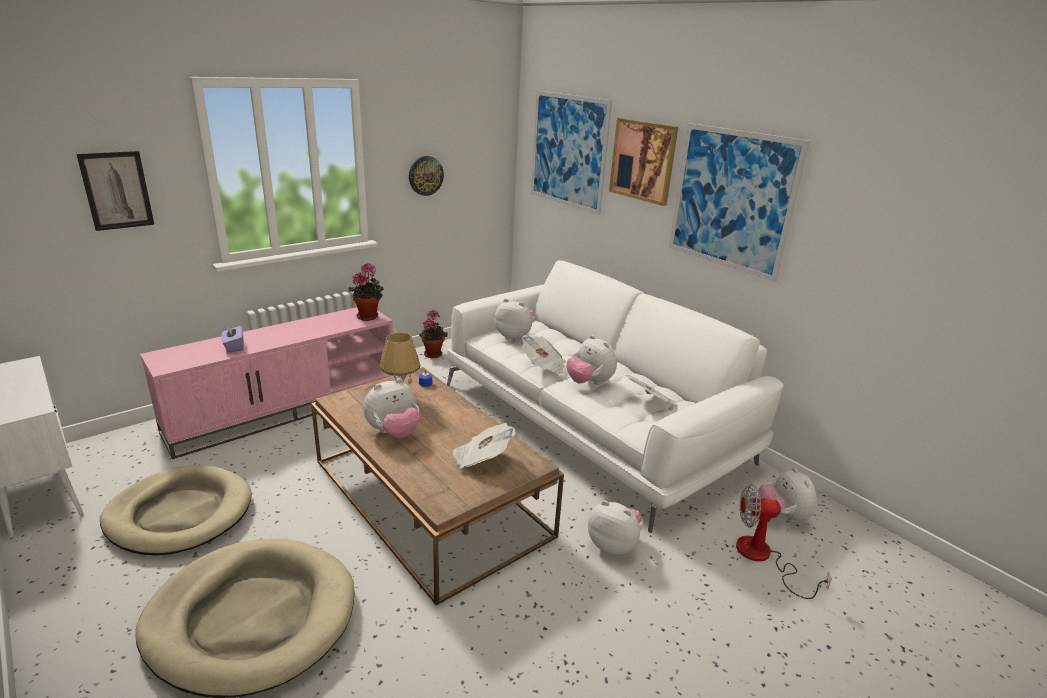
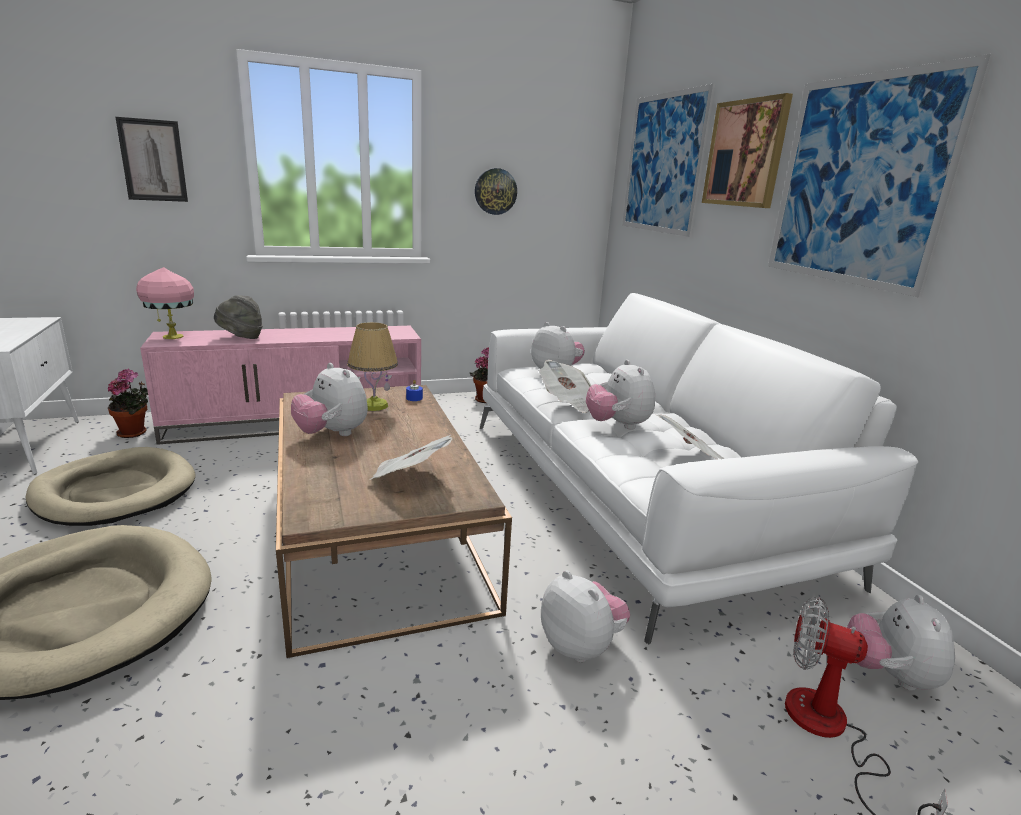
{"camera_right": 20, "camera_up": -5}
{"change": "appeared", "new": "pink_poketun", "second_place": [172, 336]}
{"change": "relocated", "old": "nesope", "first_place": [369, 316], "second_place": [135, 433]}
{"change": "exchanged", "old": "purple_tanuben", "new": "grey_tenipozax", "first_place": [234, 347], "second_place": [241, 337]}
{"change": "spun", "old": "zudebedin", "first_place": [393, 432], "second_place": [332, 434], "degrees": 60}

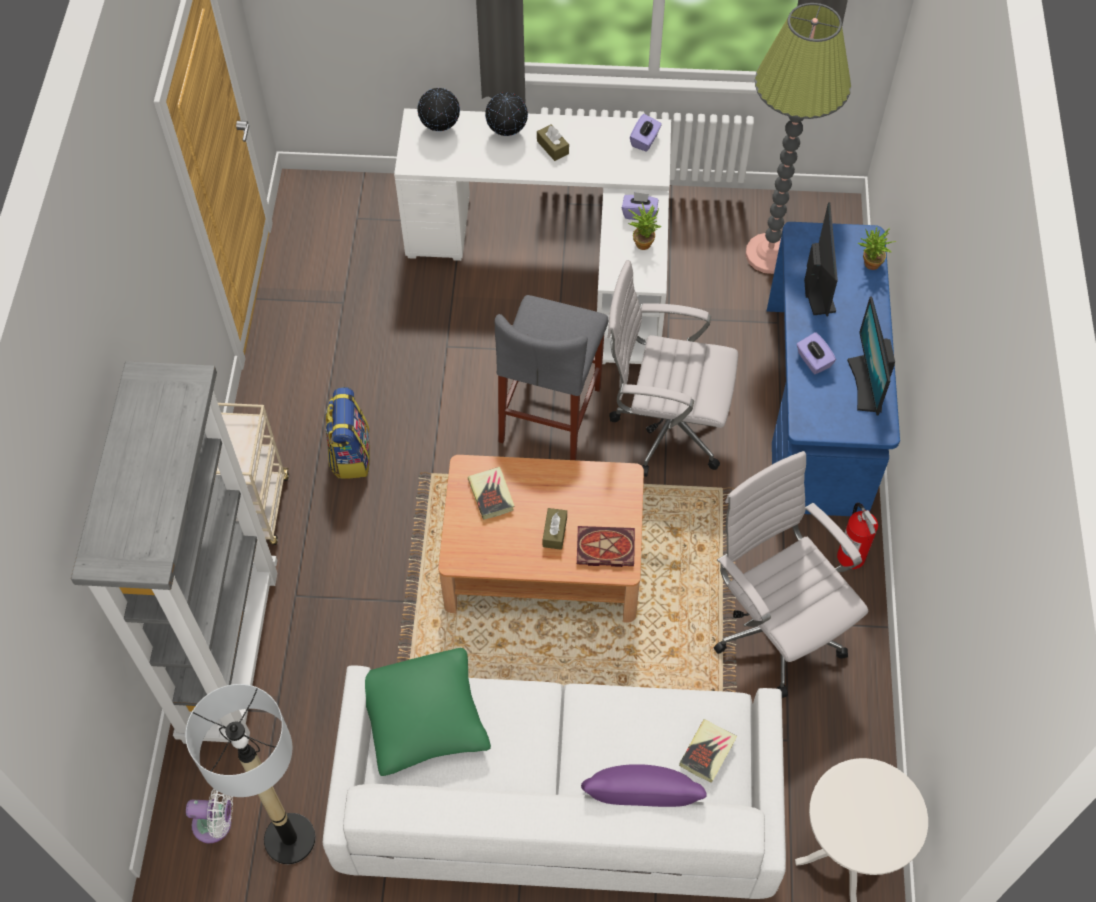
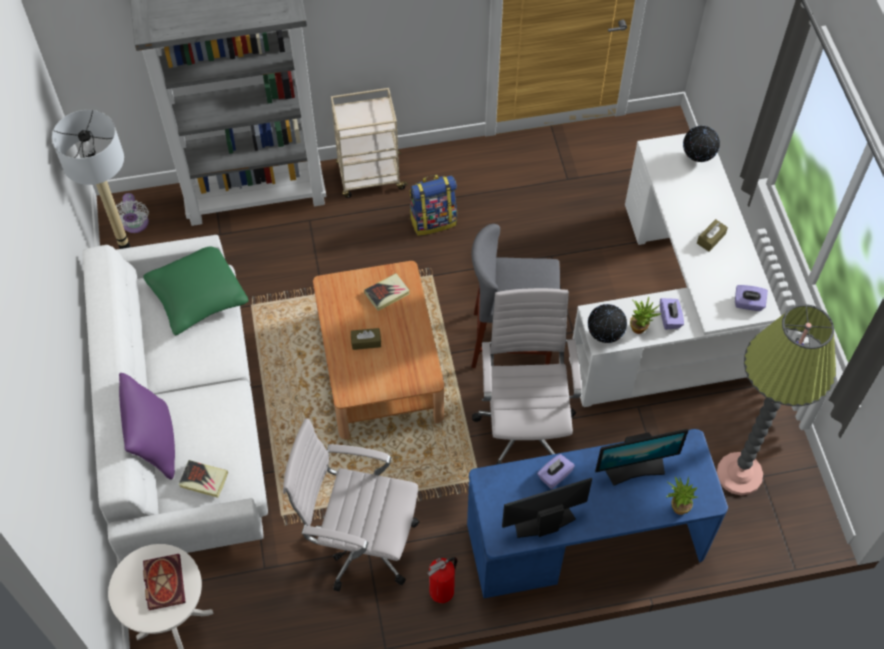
{"camera_right": 75, "camera_up": 0}
{"change": "relocated", "old": "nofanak", "first_place": [507, 133], "second_place": [604, 336]}
{"change": "relocated", "old": "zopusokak", "first_place": [604, 548], "second_place": [163, 581]}
{"change": "spun", "old": "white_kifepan", "first_place": [775, 628], "second_place": [359, 542], "degrees": -120}

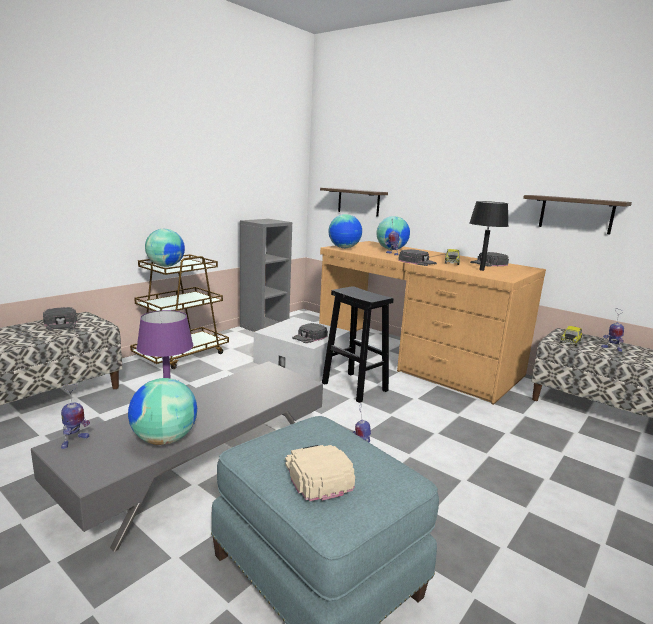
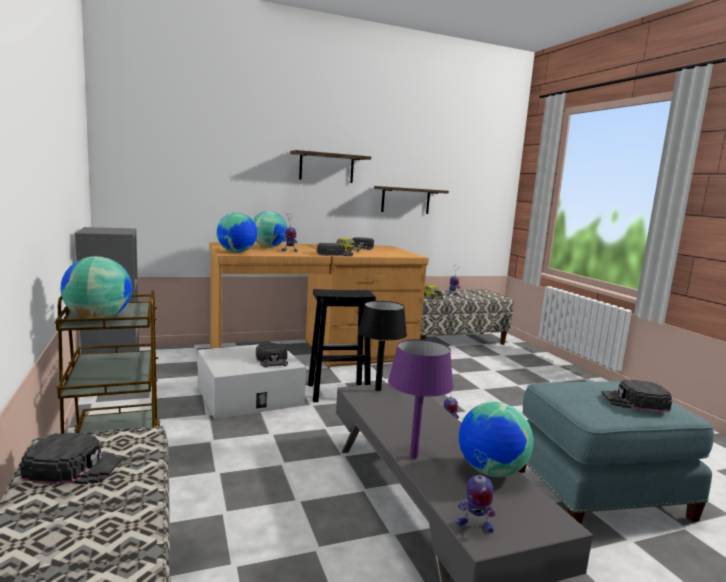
{"camera_right": -60, "camera_up": -5}
{"change": "relocated", "old": "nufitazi", "first_place": [358, 202], "second_place": [326, 167]}
{"change": "relocated", "old": "black_poketun", "first_place": [481, 270], "second_place": [378, 390]}
{"change": "colour", "old": "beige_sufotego", "new": "black_sufotego", "first_place": [316, 474], "second_place": [635, 401]}
{"change": "spun", "old": "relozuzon", "first_place": [74, 442], "second_place": [473, 526], "degrees": 135}

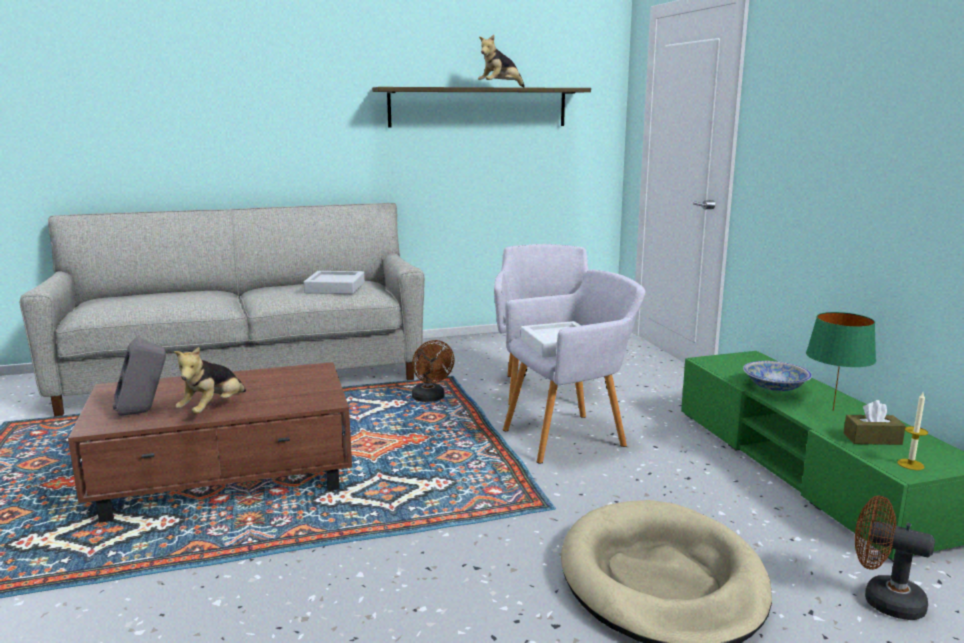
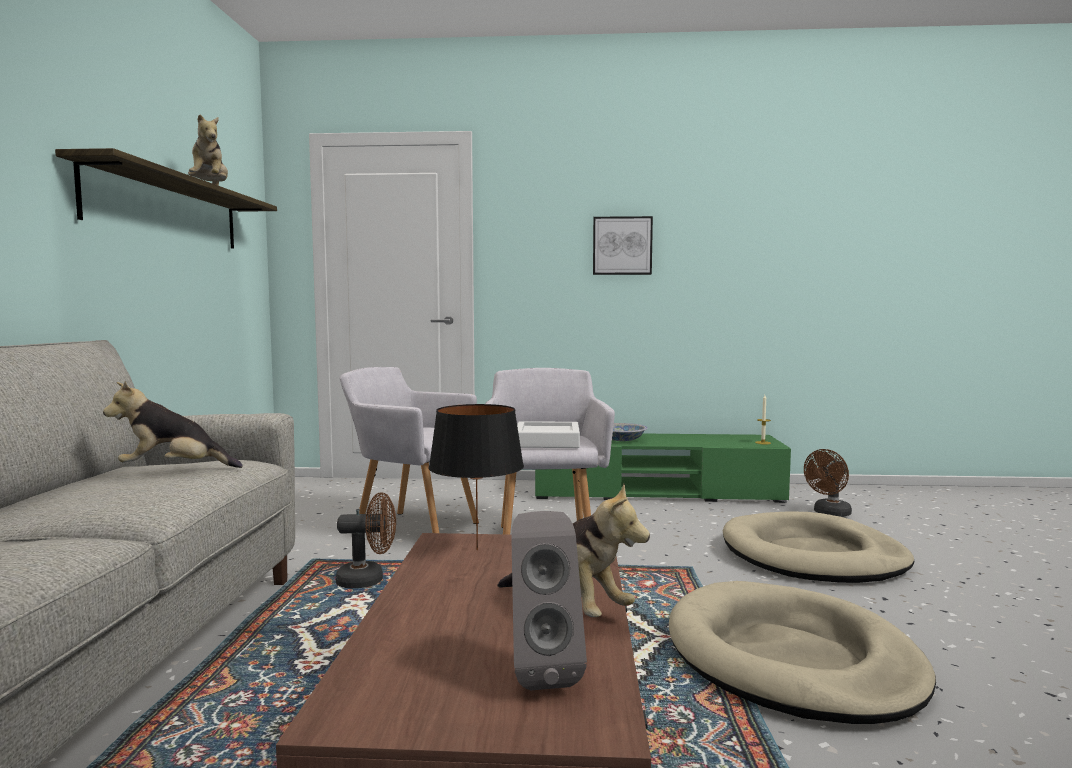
{"camera_right": -70, "camera_up": -10}
{"change": "missing", "old": "green_poketun", "first_place": [833, 411]}
{"change": "missing", "old": "brown_tanuben", "first_place": [872, 439]}
{"change": "appeared", "new": "black_poketun", "second_place": [476, 550]}
{"change": "appeared", "new": "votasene", "second_place": [622, 246]}
{"change": "appeared", "new": "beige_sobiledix", "second_place": [790, 659]}
{"change": "exchanged", "old": "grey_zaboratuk", "new": "zudebedin", "first_place": [335, 288], "second_place": [174, 470]}

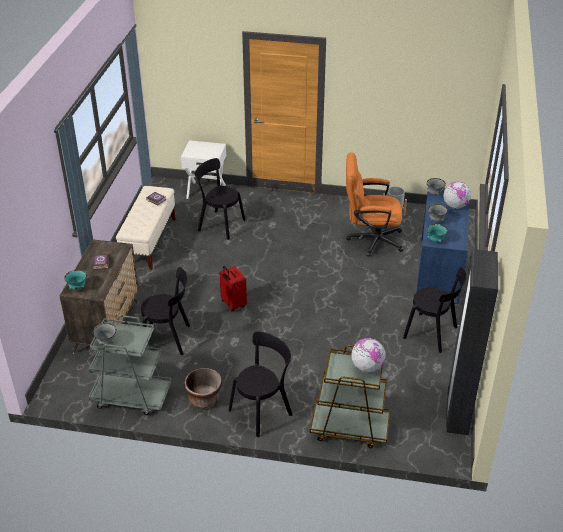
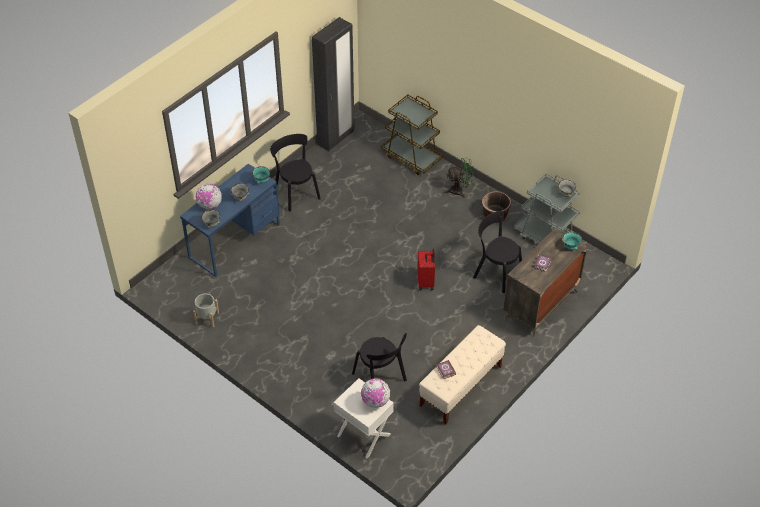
{"camera_right": -150, "camera_up": 10}
{"change": "missing", "old": "orange_kifepan", "first_place": [370, 240]}
{"change": "relocated", "old": "nofanak", "first_place": [367, 367], "second_place": [375, 401]}
{"change": "exchanged", "old": "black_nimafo", "new": "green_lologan", "first_place": [262, 410], "second_place": [460, 190]}

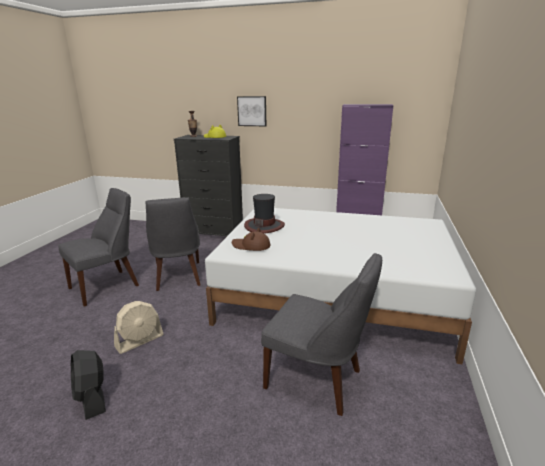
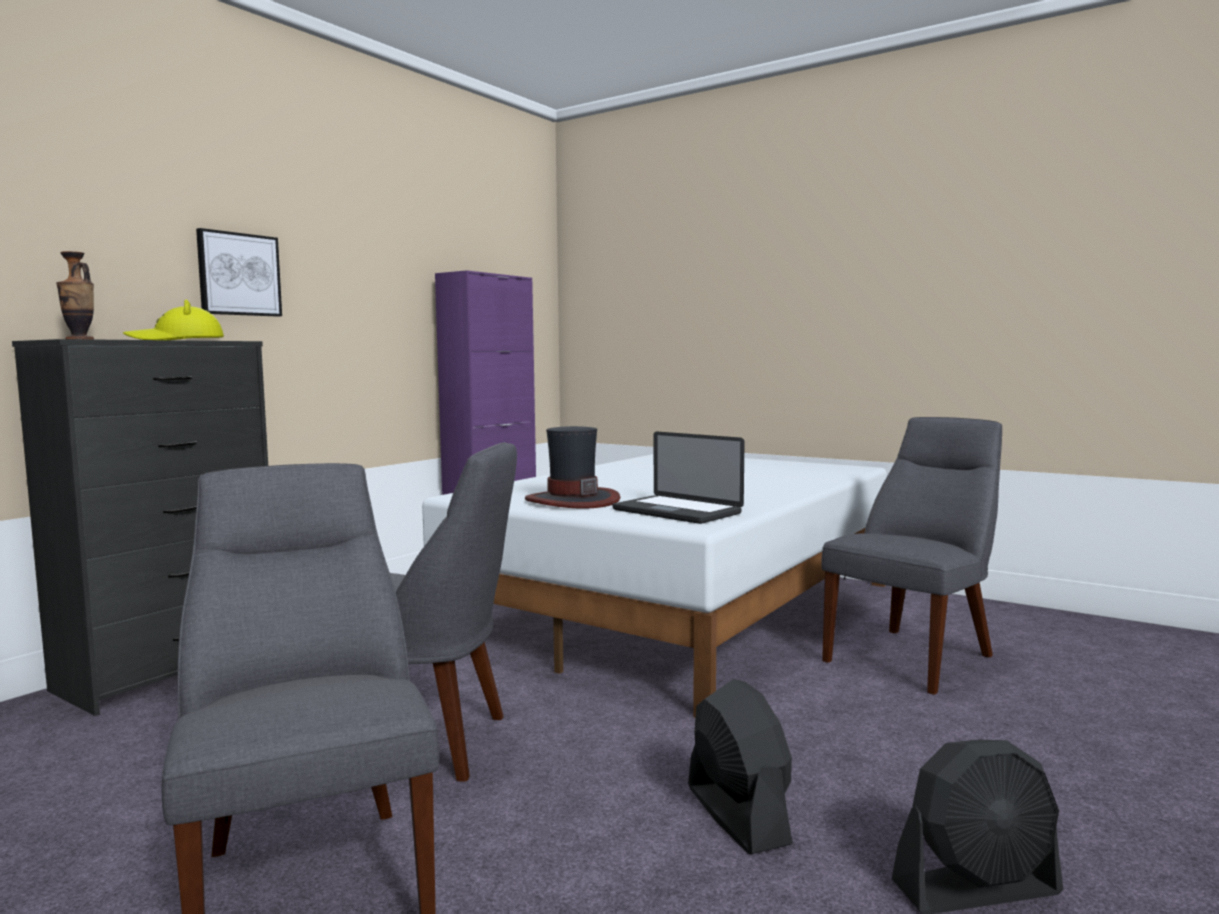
{"camera_right": -70, "camera_up": -15}
{"change": "exchanged", "old": "brown_tenipozax", "new": "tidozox", "first_place": [251, 246], "second_place": [676, 511]}
{"change": "colour", "old": "beige_lologan", "new": "black_lologan", "first_place": [139, 340], "second_place": [737, 814]}

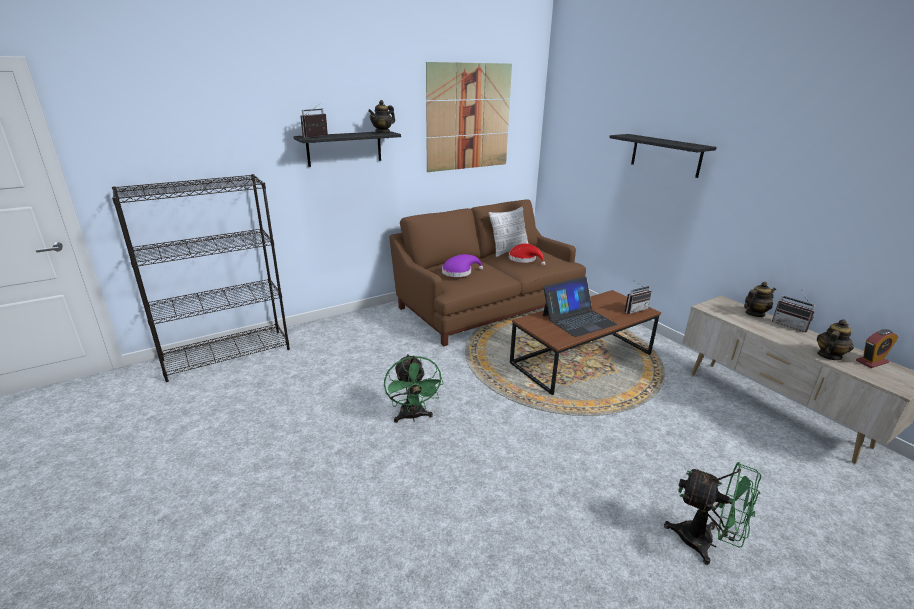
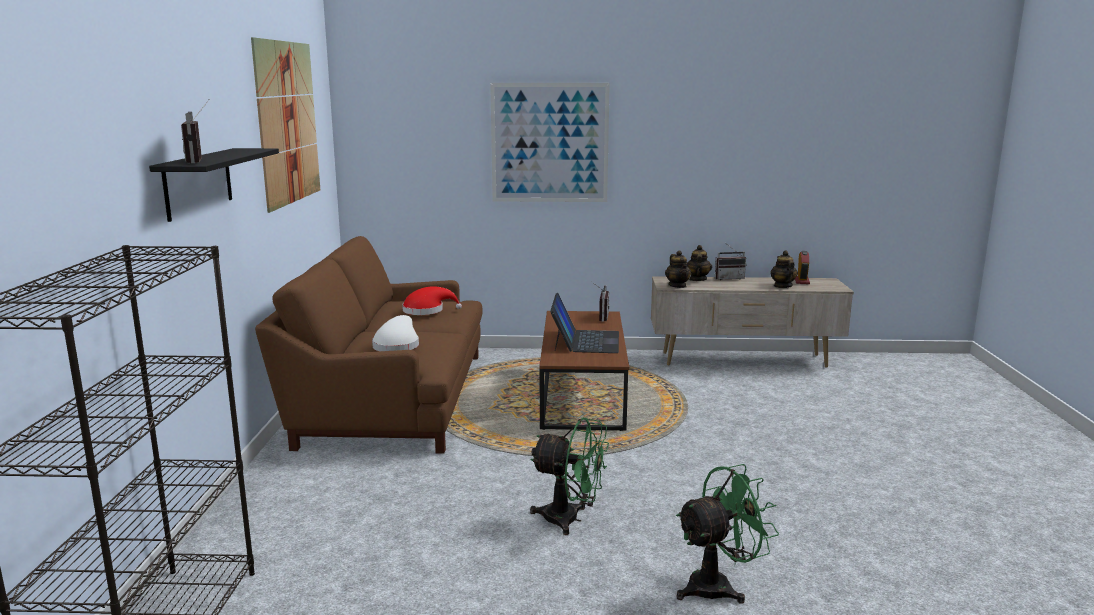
{"camera_right": -55, "camera_up": -10}
{"change": "missing", "old": "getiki", "first_place": [509, 251]}
{"change": "relocated", "old": "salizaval", "first_place": [383, 132], "second_place": [677, 286]}
{"change": "relocated", "old": "green_lologan", "first_place": [705, 542], "second_place": [718, 586]}
{"change": "exchanged", "old": "black_nufitazi", "new": "votasene", "first_place": [665, 155], "second_place": [549, 143]}
{"change": "colour", "old": "purple_tenipozax", "new": "white_tenipozax", "first_place": [459, 272], "second_place": [397, 345]}

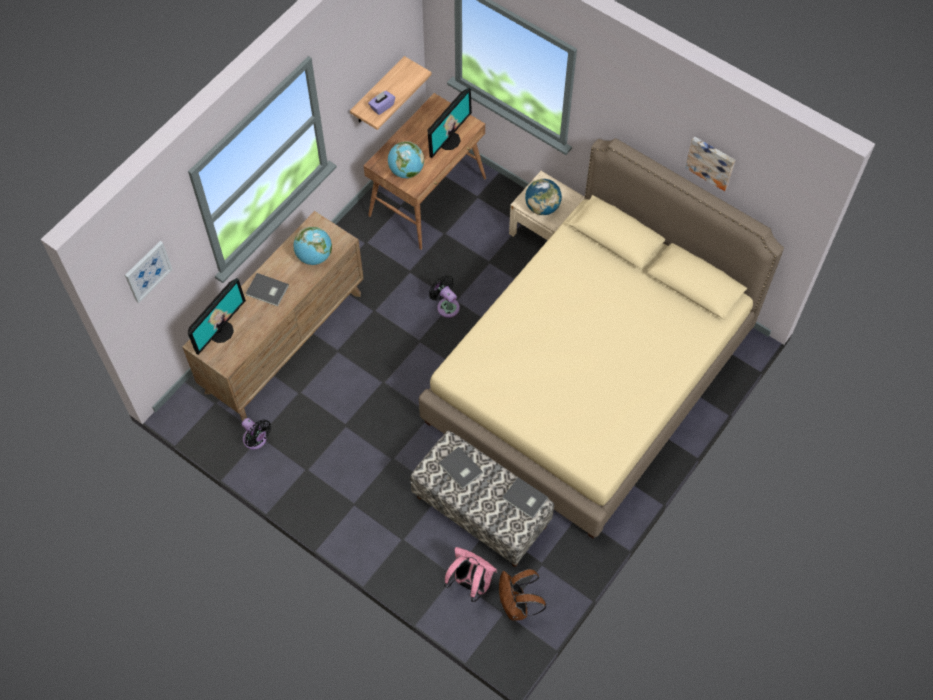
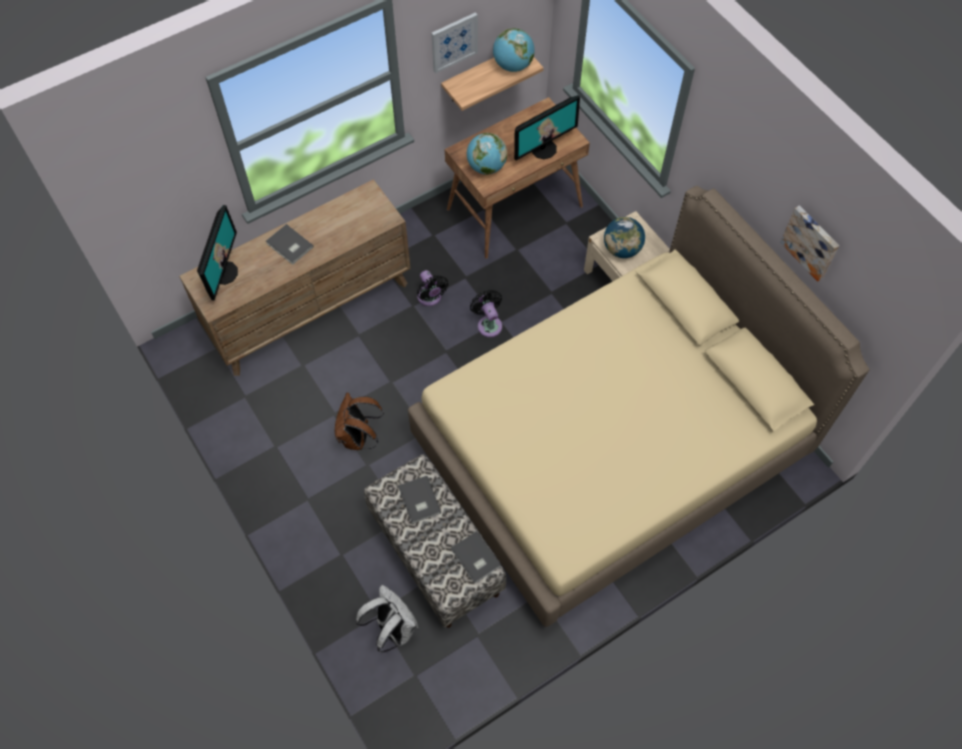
{"camera_right": 20, "camera_up": 0}
{"change": "missing", "old": "purple_tanuben", "first_place": [382, 107]}
{"change": "relocated", "old": "votasene", "first_place": [147, 271], "second_place": [454, 42]}
{"change": "relocated", "old": "black_lologan", "first_place": [256, 440], "second_place": [430, 298]}
{"change": "relocated", "old": "nofanak", "first_place": [314, 256], "second_place": [513, 66]}
{"change": "relocated", "old": "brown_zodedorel", "first_place": [517, 606], "second_place": [358, 437]}
{"change": "colour", "old": "pink_zodedorel", "new": "white_zodedorel", "first_place": [470, 583], "second_place": [392, 628]}
{"change": "spun", "old": "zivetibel", "first_place": [221, 331], "second_place": [224, 272], "degrees": -45}

